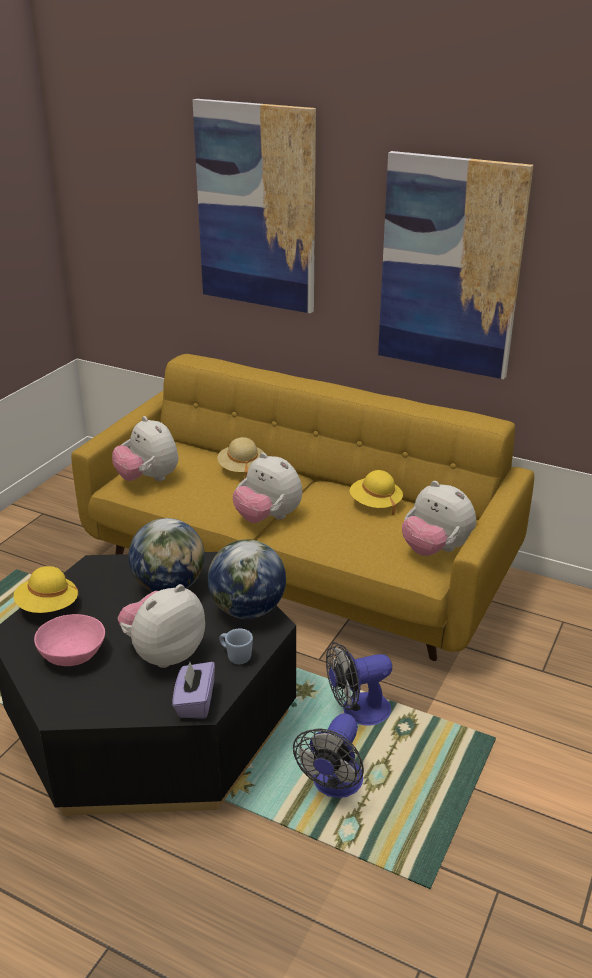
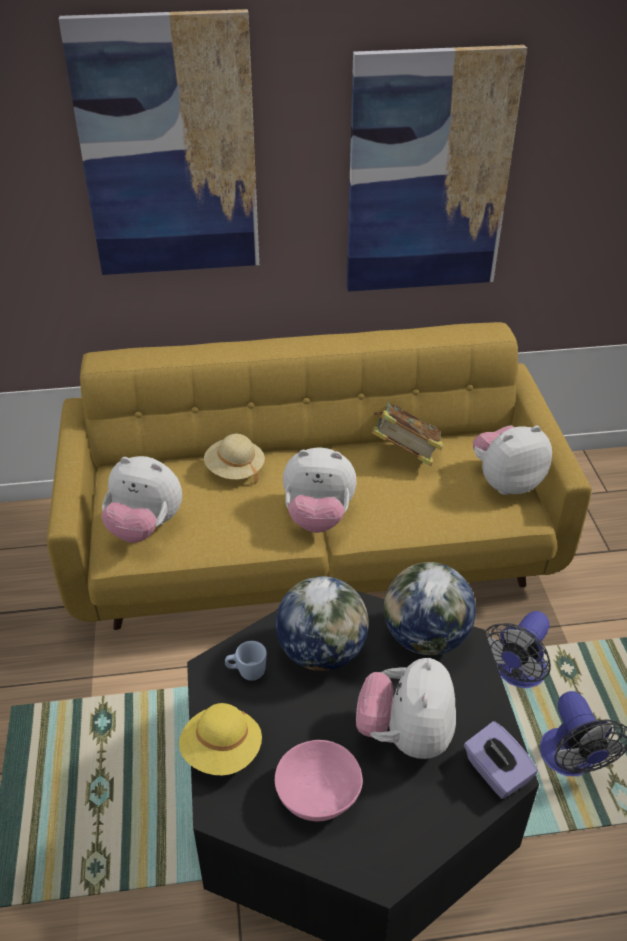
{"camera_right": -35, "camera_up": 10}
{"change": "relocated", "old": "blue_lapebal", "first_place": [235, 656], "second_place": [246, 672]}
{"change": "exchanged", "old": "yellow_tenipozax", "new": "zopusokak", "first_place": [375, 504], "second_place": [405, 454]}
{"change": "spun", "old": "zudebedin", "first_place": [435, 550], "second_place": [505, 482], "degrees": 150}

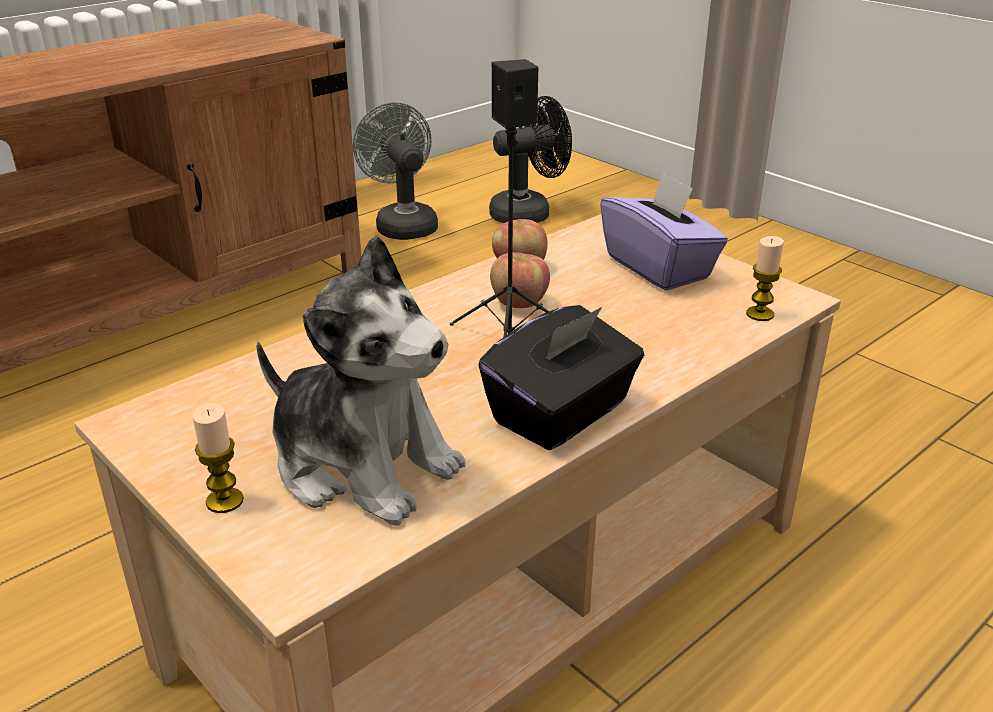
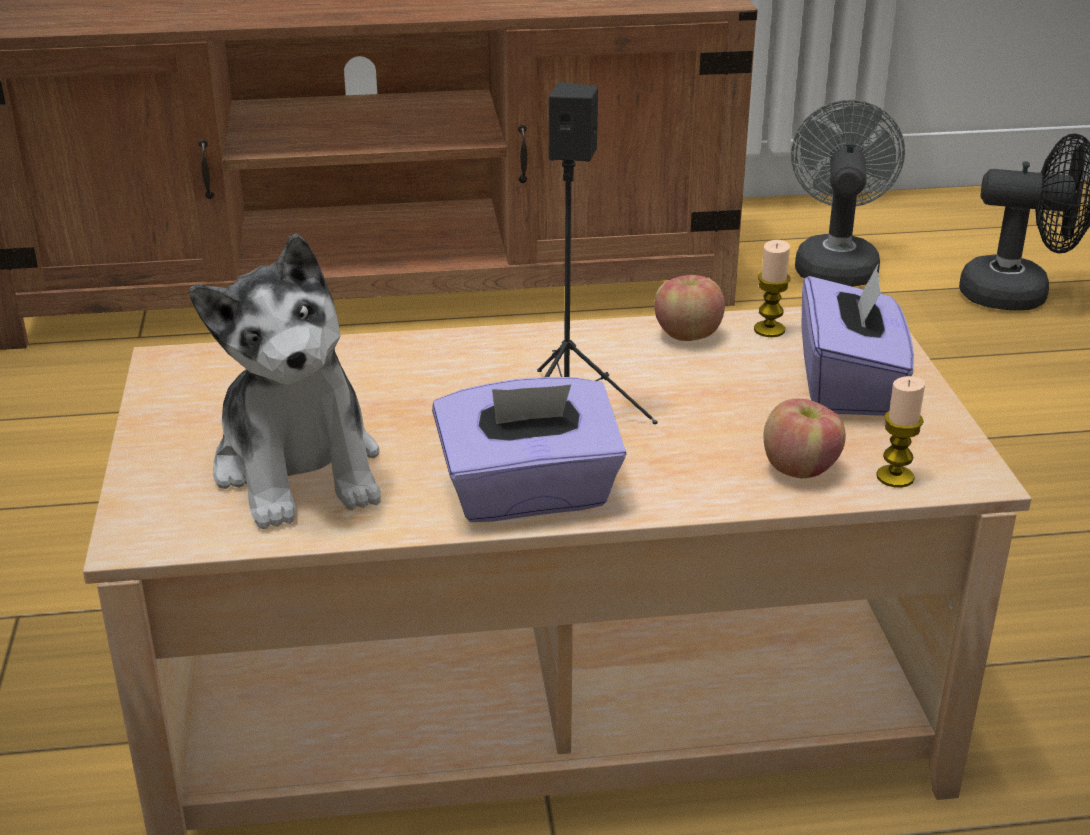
{"camera_right": 35, "camera_up": 0}
{"change": "relocated", "old": "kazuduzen", "first_place": [224, 501], "second_place": [769, 330]}
{"change": "relocated", "old": "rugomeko", "first_place": [519, 303], "second_place": [799, 468]}
{"change": "colour", "old": "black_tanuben", "new": "purple_tanuben", "first_place": [562, 414], "second_place": [529, 495]}

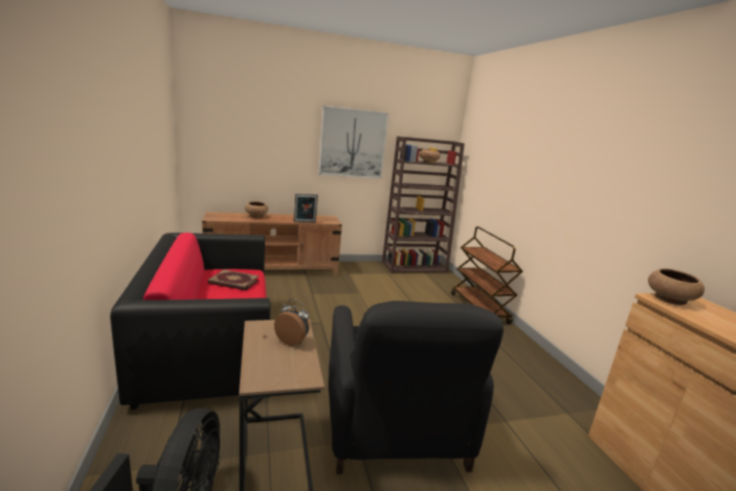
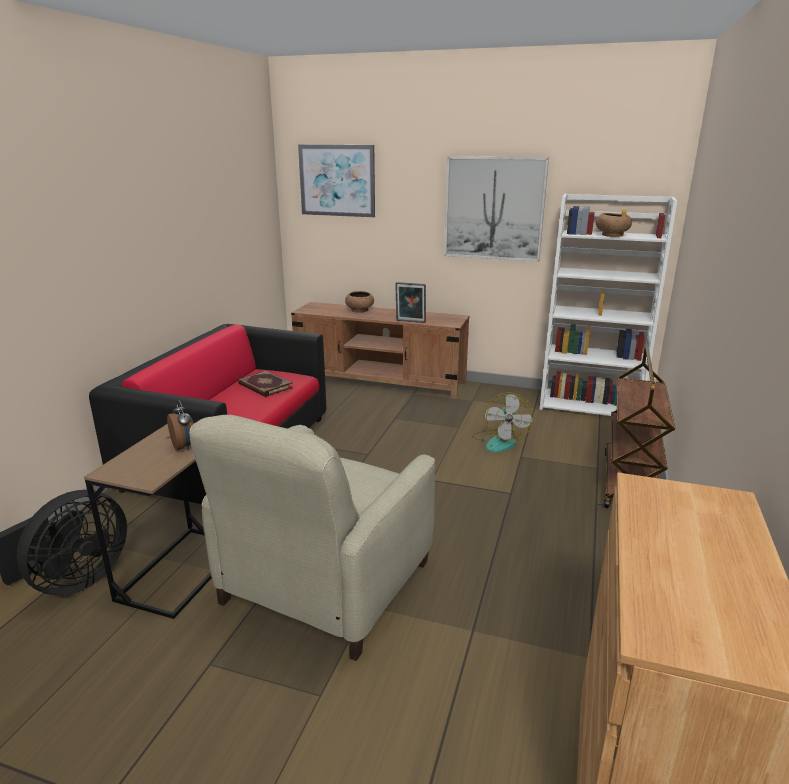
{"camera_right": 35, "camera_up": 5}
{"change": "missing", "old": "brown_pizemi", "first_place": [670, 299]}
{"change": "appeared", "new": "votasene", "second_place": [337, 180]}
{"change": "appeared", "new": "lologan", "second_place": [500, 441]}
{"change": "colour", "old": "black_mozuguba", "new": "beige_mozuguba", "first_place": [394, 425], "second_place": [325, 584]}
{"change": "colour", "old": "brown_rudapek", "new": "white_rudapek", "first_place": [414, 267], "second_place": [591, 405]}

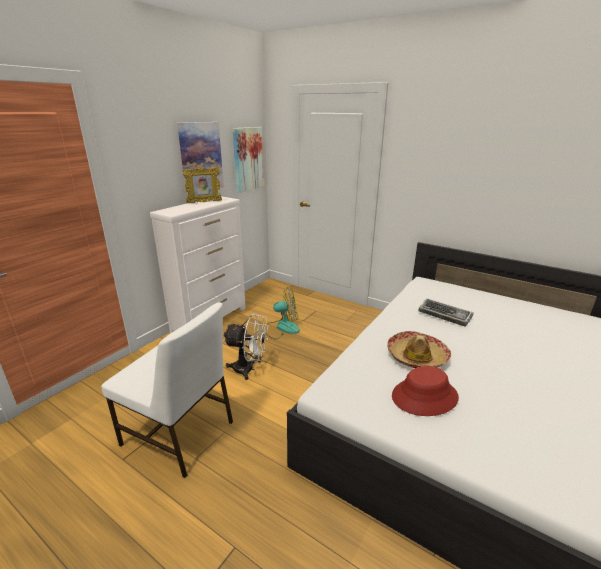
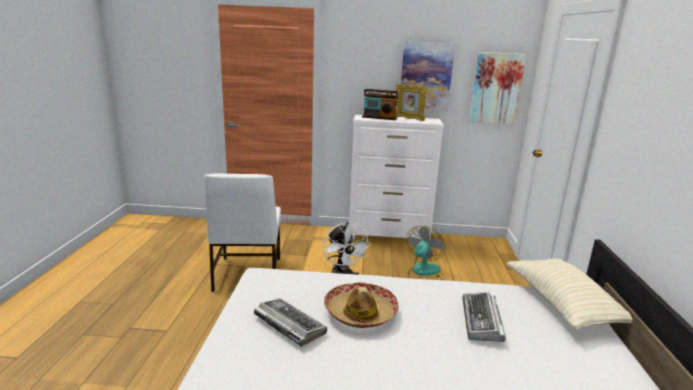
{"camera_right": 60, "camera_up": -5}
{"change": "appeared", "new": "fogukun", "second_place": [379, 118]}
{"change": "appeared", "new": "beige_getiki", "second_place": [562, 304]}
{"change": "exchanged", "old": "red_tenipozax", "new": "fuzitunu", "first_place": [424, 397], "second_place": [288, 325]}
{"change": "spun", "old": "lologan", "first_place": [282, 328], "second_place": [423, 273], "degrees": -120}

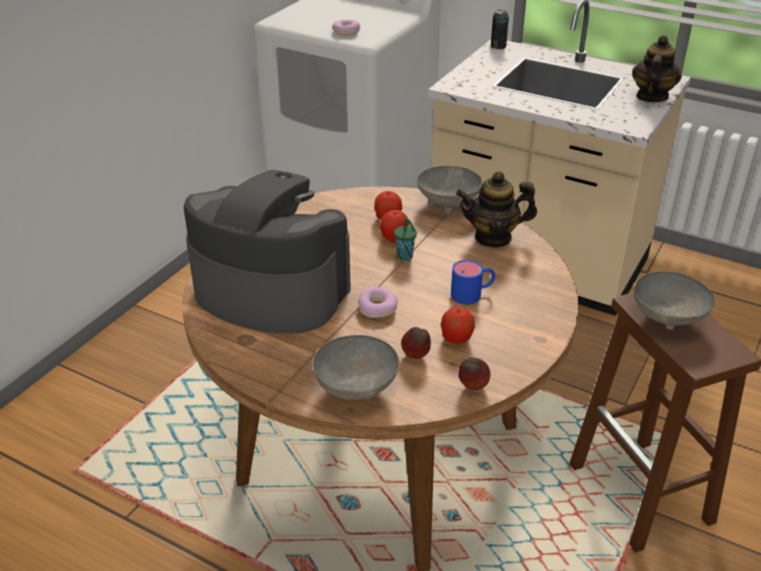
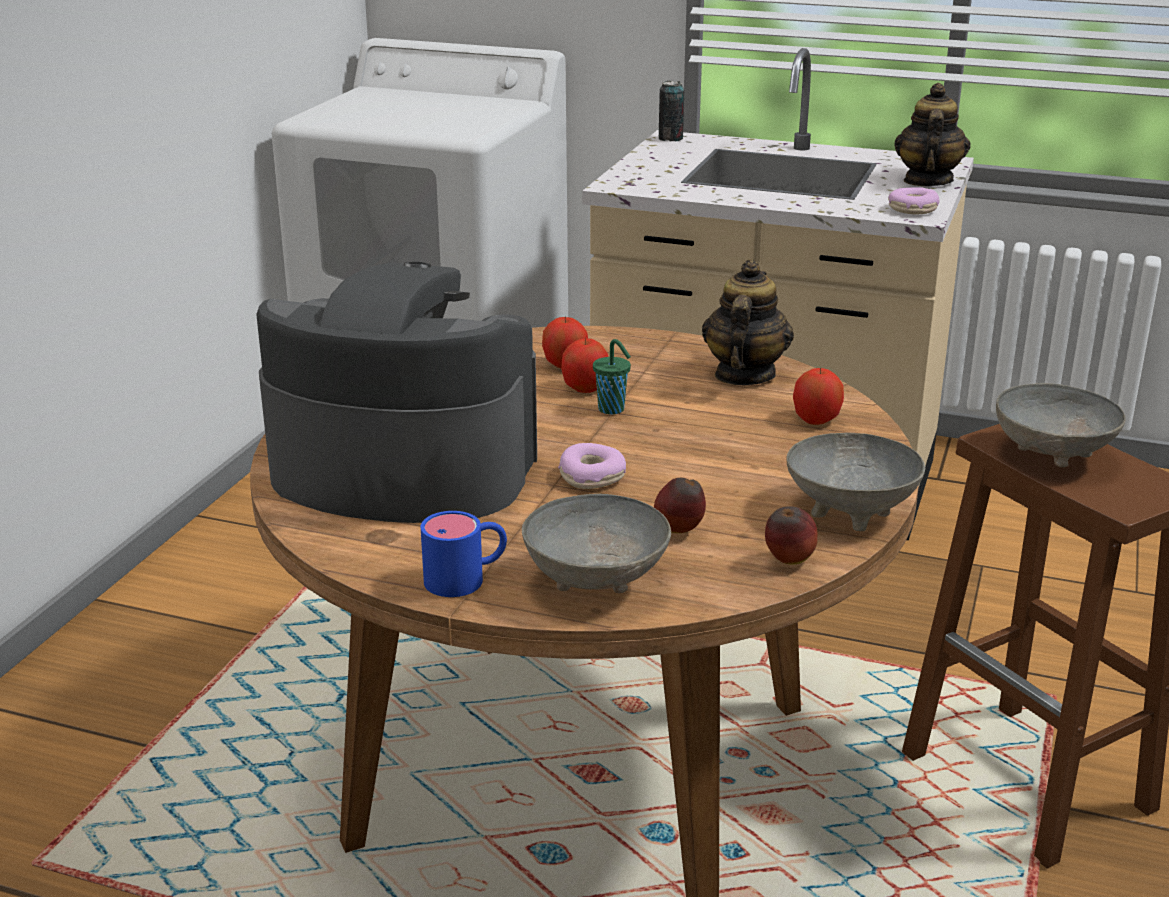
{"camera_right": -10, "camera_up": -10}
{"change": "relocated", "old": "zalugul", "first_place": [346, 32], "second_place": [912, 209]}
{"change": "relocated", "old": "grey_pizemi", "first_place": [449, 204], "second_place": [853, 511]}
{"change": "relocated", "old": "rugomeko", "first_place": [456, 339], "second_place": [816, 420]}
{"change": "relocated", "old": "blue_lapebal", "first_place": [472, 294], "second_place": [467, 578]}
{"change": "spun", "old": "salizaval", "first_place": [493, 237], "second_place": [744, 375], "degrees": 120}

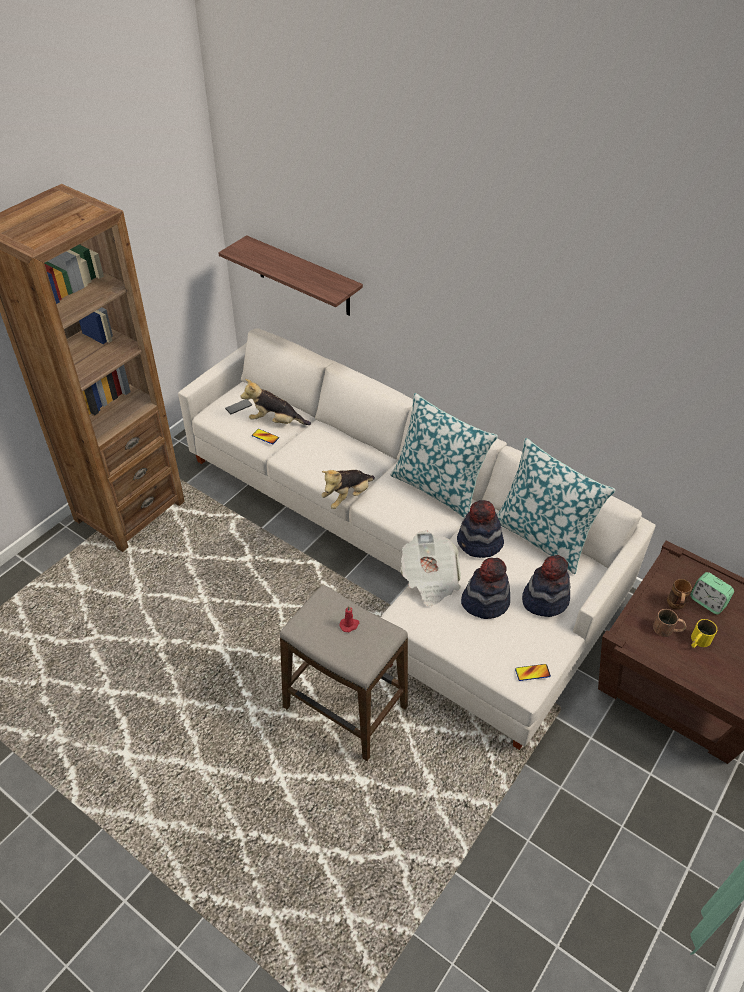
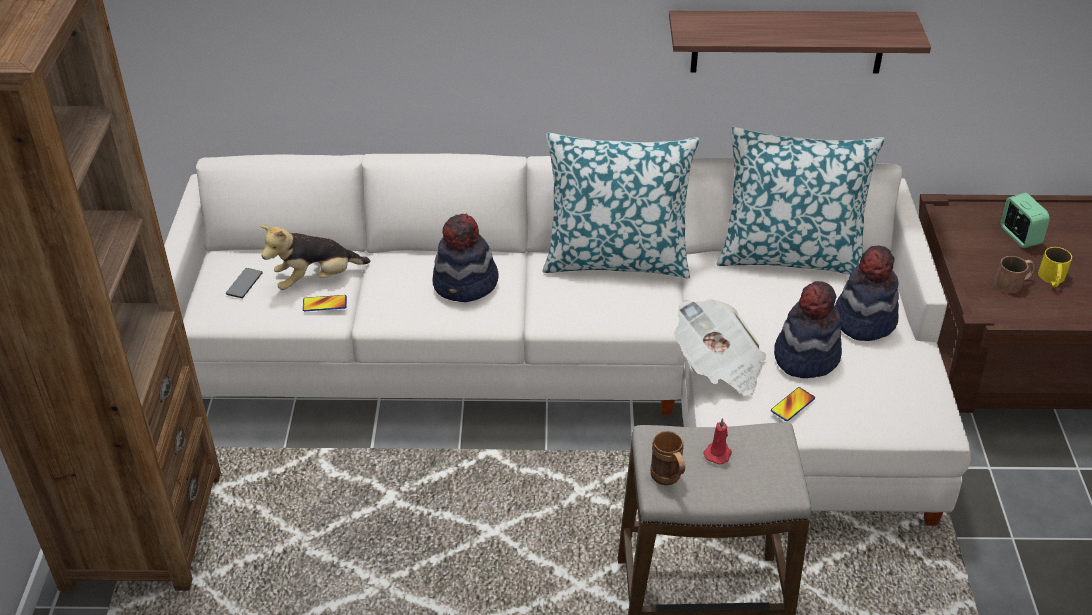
{"camera_right": -35, "camera_up": -5}
{"change": "missing", "old": "zudebedin", "first_place": [347, 497]}
{"change": "relocated", "old": "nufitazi", "first_place": [303, 277], "second_place": [788, 41]}
{"change": "relocated", "old": "tenipozax", "first_place": [479, 543], "second_place": [466, 284]}
{"change": "relocated", "old": "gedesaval", "first_place": [532, 672], "second_place": [792, 405]}
{"change": "relocated", "old": "brown_lapebal", "first_place": [675, 606], "second_place": [668, 480]}
{"change": "spun", "old": "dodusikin", "first_place": [707, 602], "second_place": [1019, 236], "degrees": -120}

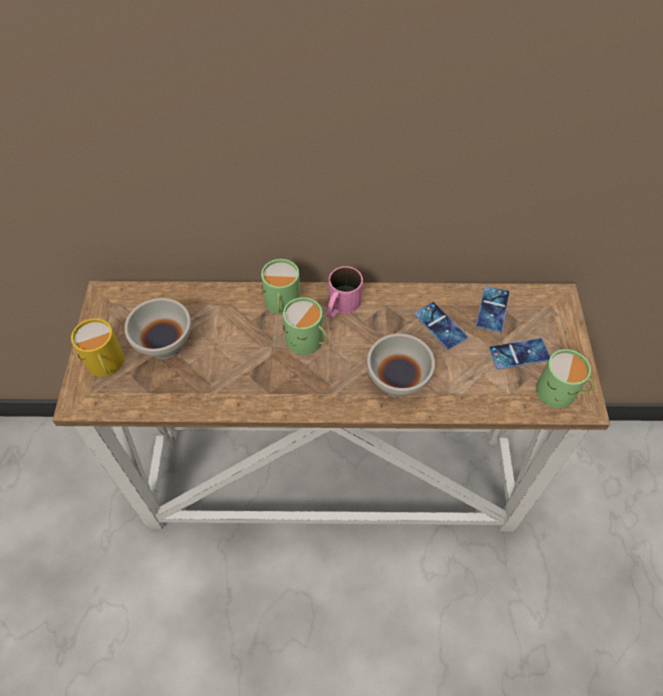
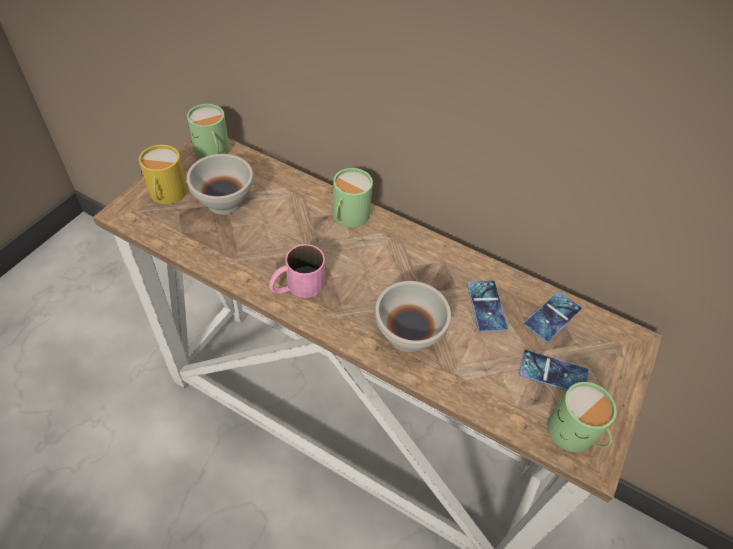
{"camera_right": 25, "camera_up": -5}
{"change": "relocated", "old": "green_lapebal", "first_place": [307, 341], "second_place": [212, 151]}
{"change": "relocated", "old": "pink_lapebal", "first_place": [340, 306], "second_place": [296, 286]}

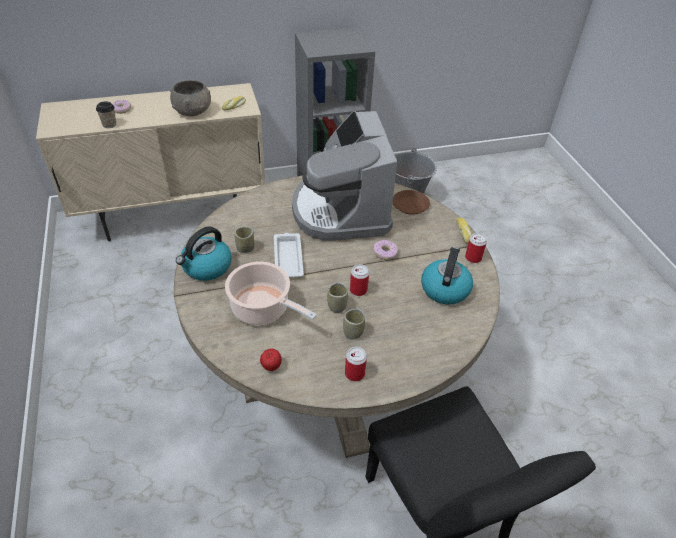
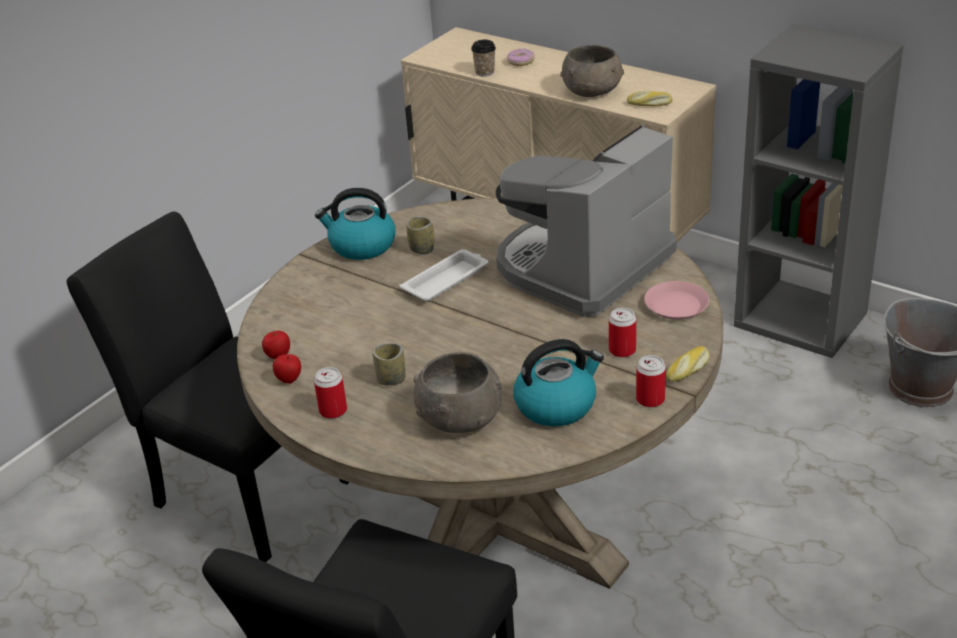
{"camera_right": 55, "camera_up": -10}
{"change": "missing", "old": "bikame", "first_place": [263, 309]}
{"change": "missing", "old": "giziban", "first_place": [337, 306]}
{"change": "missing", "old": "zalugul", "first_place": [385, 253]}
{"change": "appeared", "new": "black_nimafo", "second_place": [241, 488]}
{"change": "appeared", "new": "rugomeko", "second_place": [289, 380]}
{"change": "appeared", "new": "grey_pizemi", "second_place": [460, 418]}
{"change": "relocated", "old": "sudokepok", "first_place": [358, 290], "second_place": [622, 350]}
{"change": "colour", "old": "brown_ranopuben", "new": "pink_ranopuben", "first_place": [410, 205], "second_place": [676, 305]}

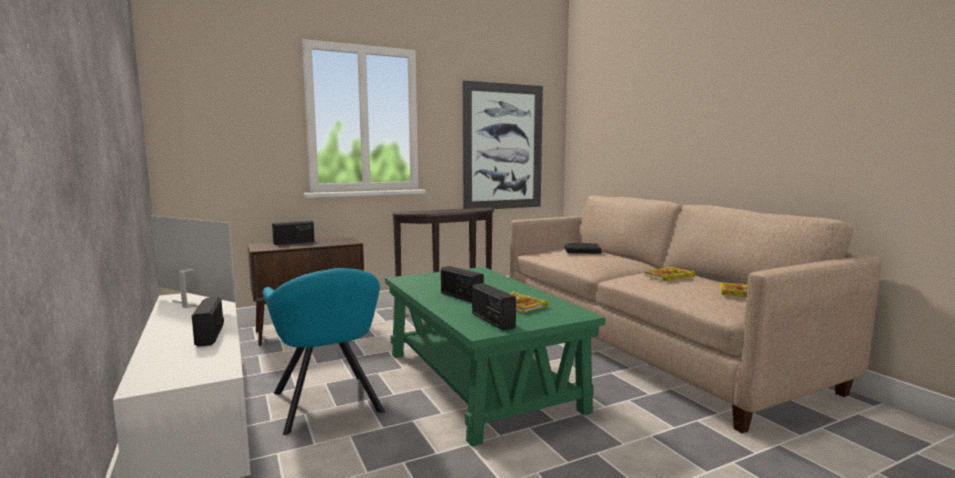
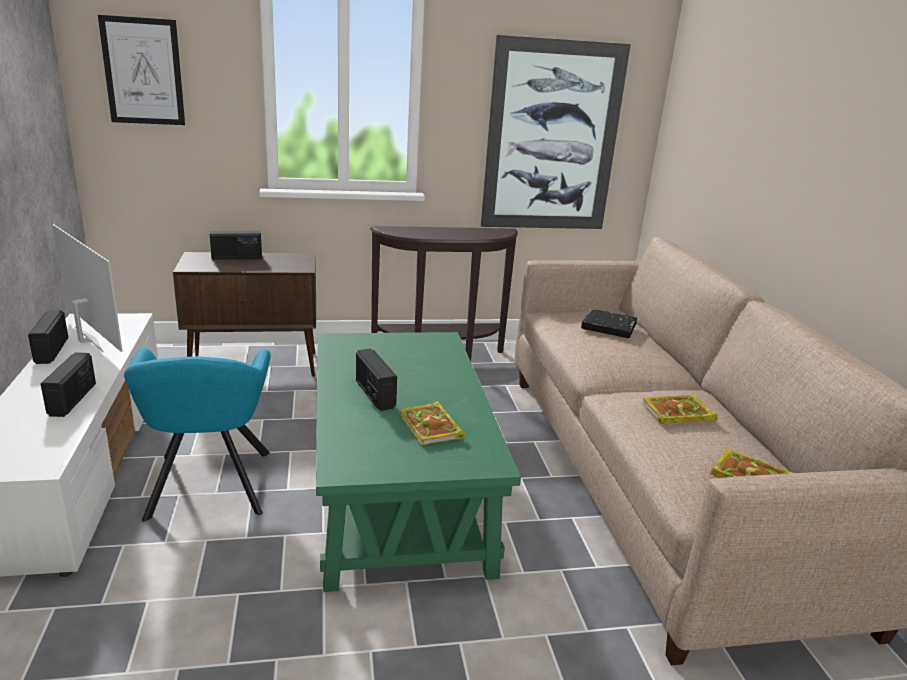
{"camera_right": 15, "camera_up": 15}
{"change": "appeared", "new": "votasene", "second_place": [143, 71]}
{"change": "relocated", "old": "fogukun", "first_place": [492, 321], "second_place": [51, 350]}

